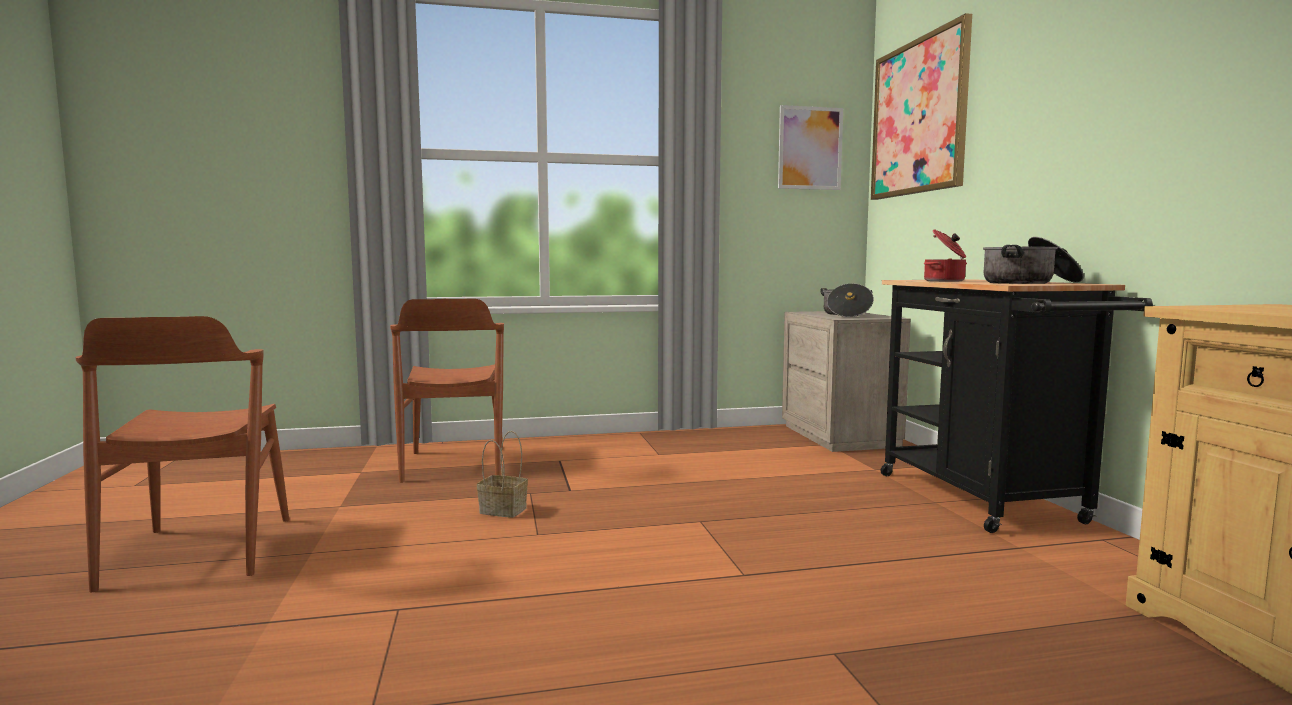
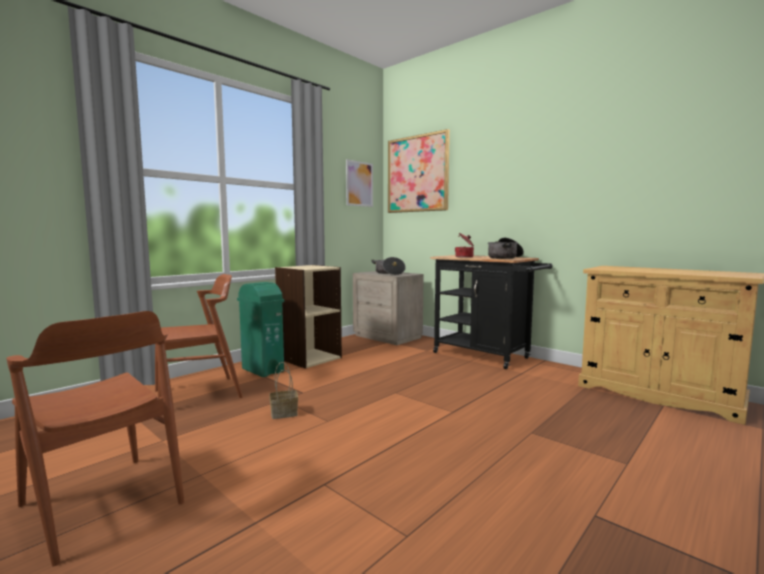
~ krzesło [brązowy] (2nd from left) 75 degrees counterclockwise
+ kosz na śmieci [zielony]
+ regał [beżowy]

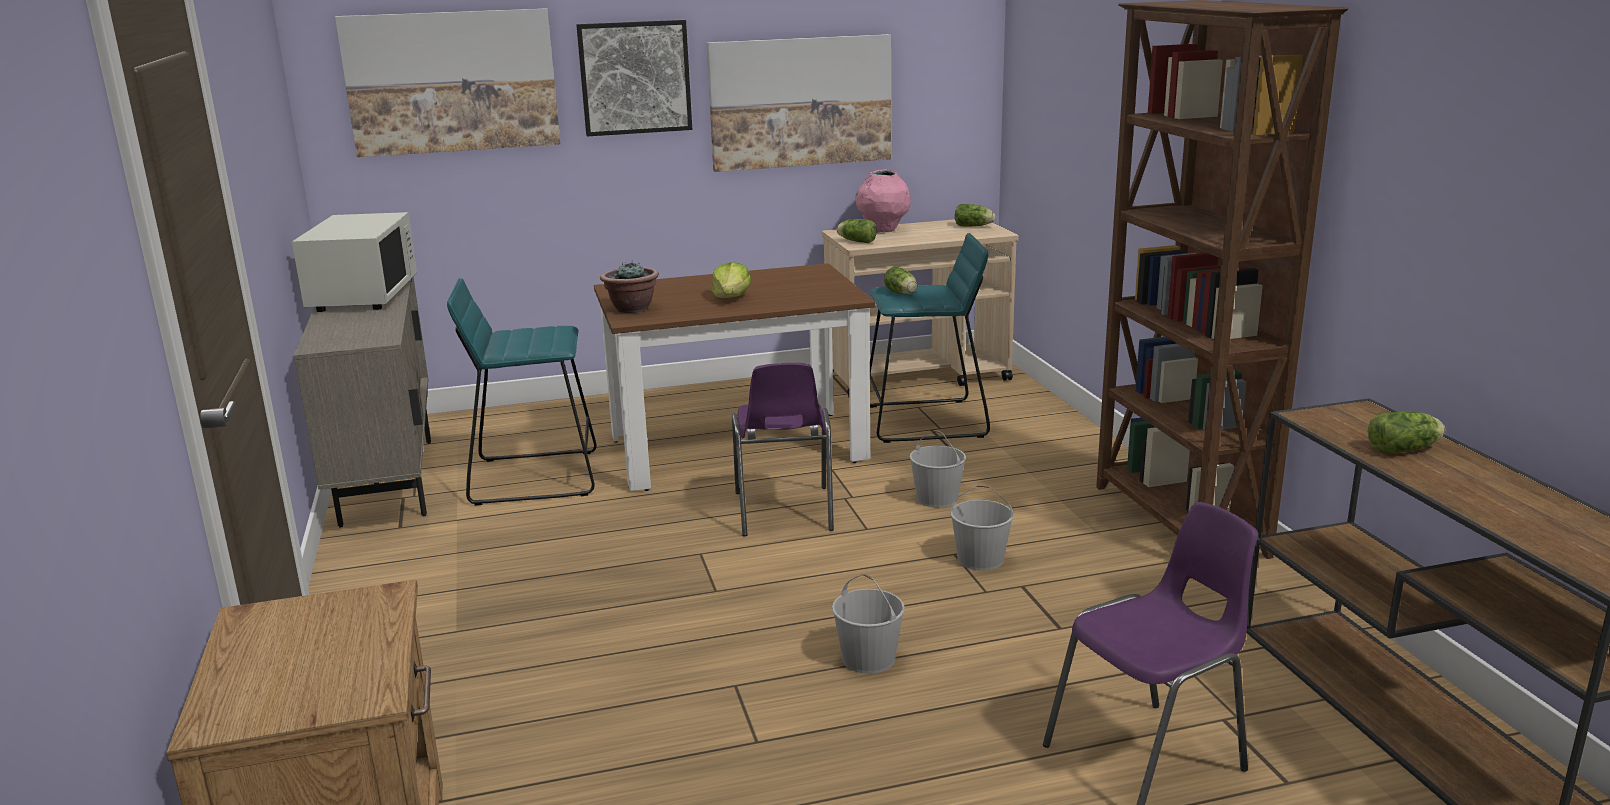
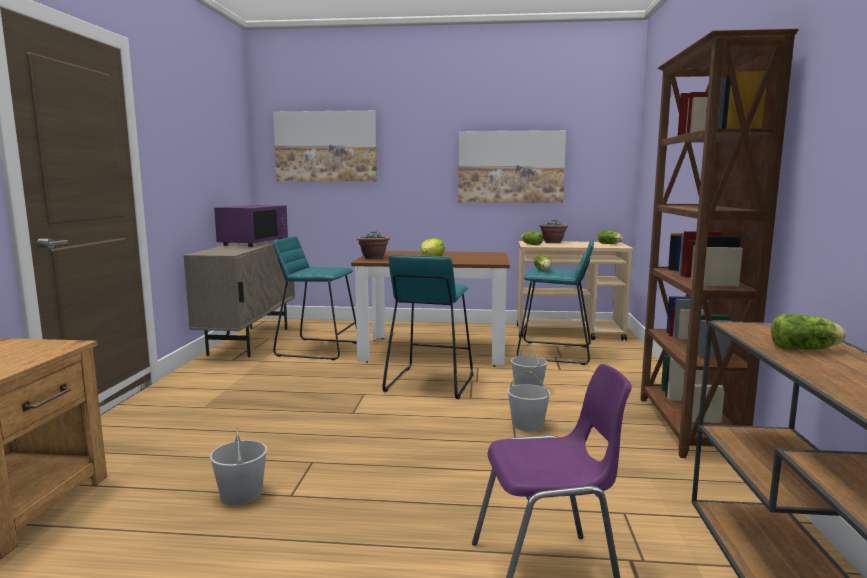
~ mikrofalówka [biały] to mikrofalówka [fioletowy]
- obraz (2nd from left)
~ krzesło [fioletowy] (1st from left) to stołek [turkusowy] (2nd from left)
~ wiadro [biały] (1st from left)
~ wazon [różowy] to roślina doniczkowa (2nd from left)

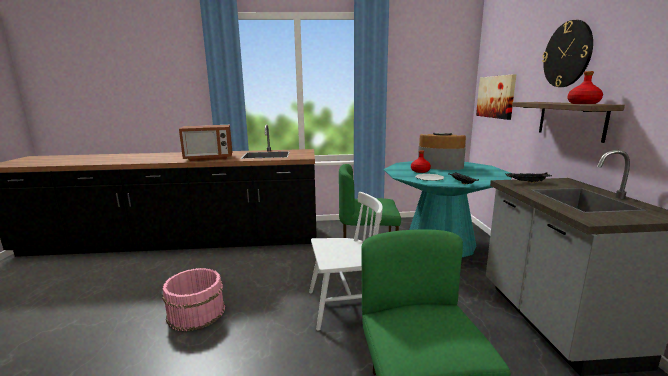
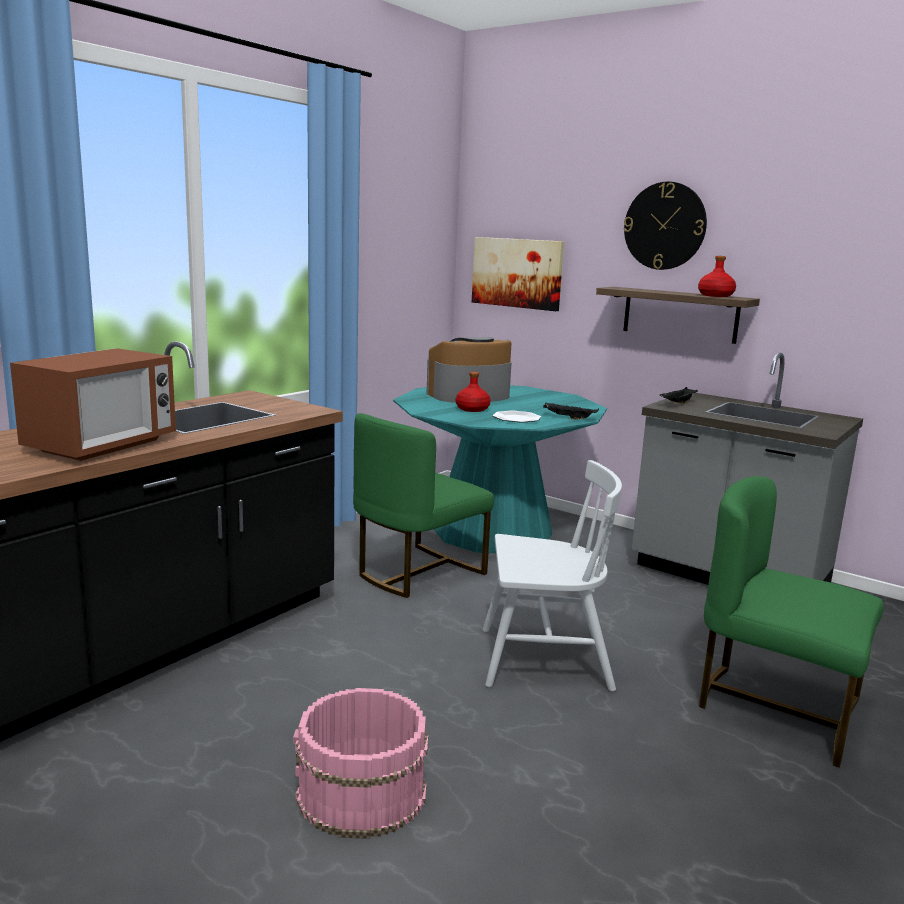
~ krzesło [biały] 60 degrees clockwise

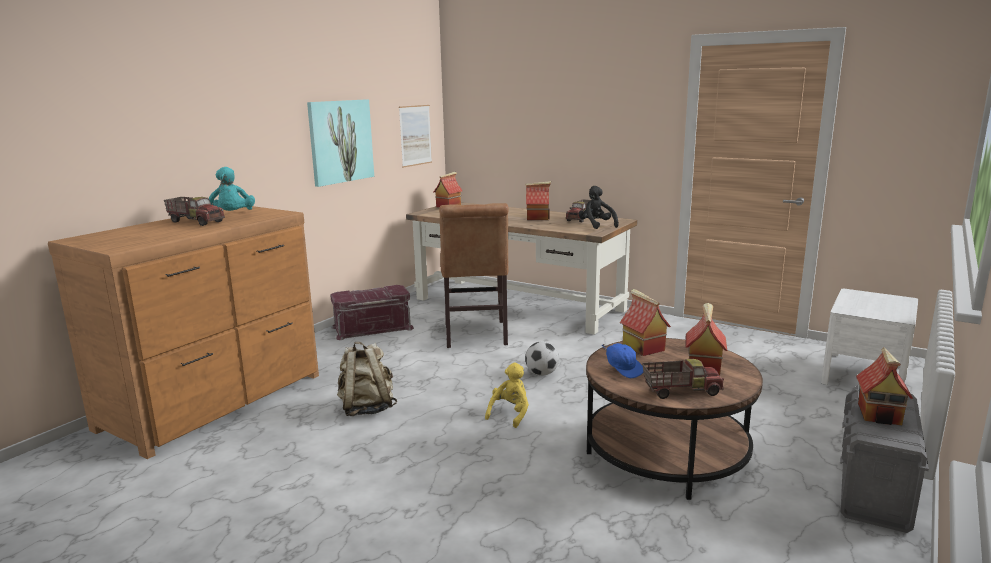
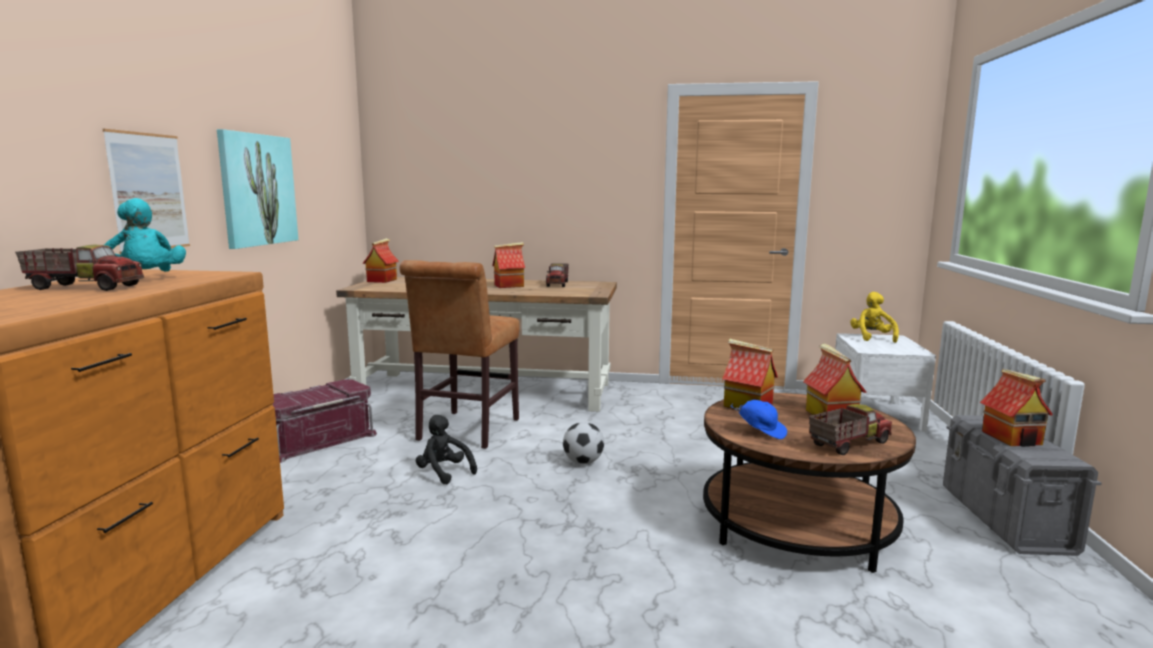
- plecak [beżowy]
~ obraz (2nd from left in the first image) to obraz (1st from left)
~ krzesło [brązowy] 45 degrees clockwise
~ pluszak [żółty]
~ pluszak [czarny]

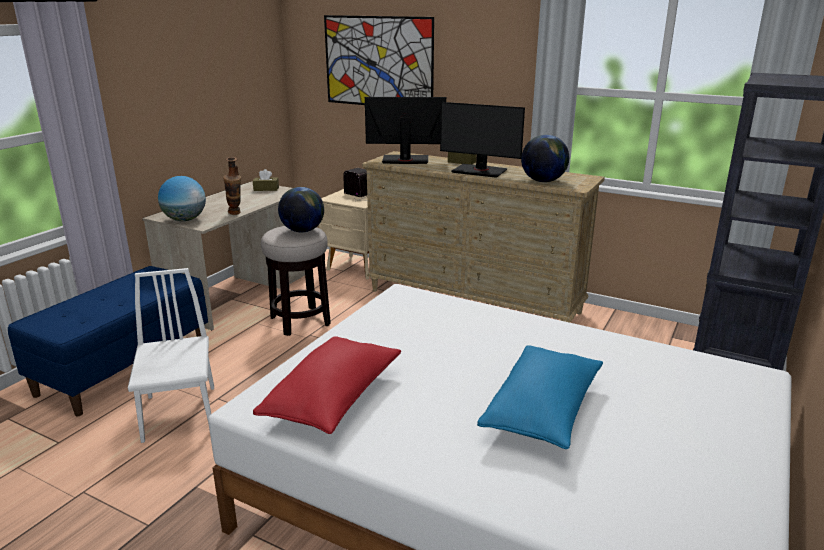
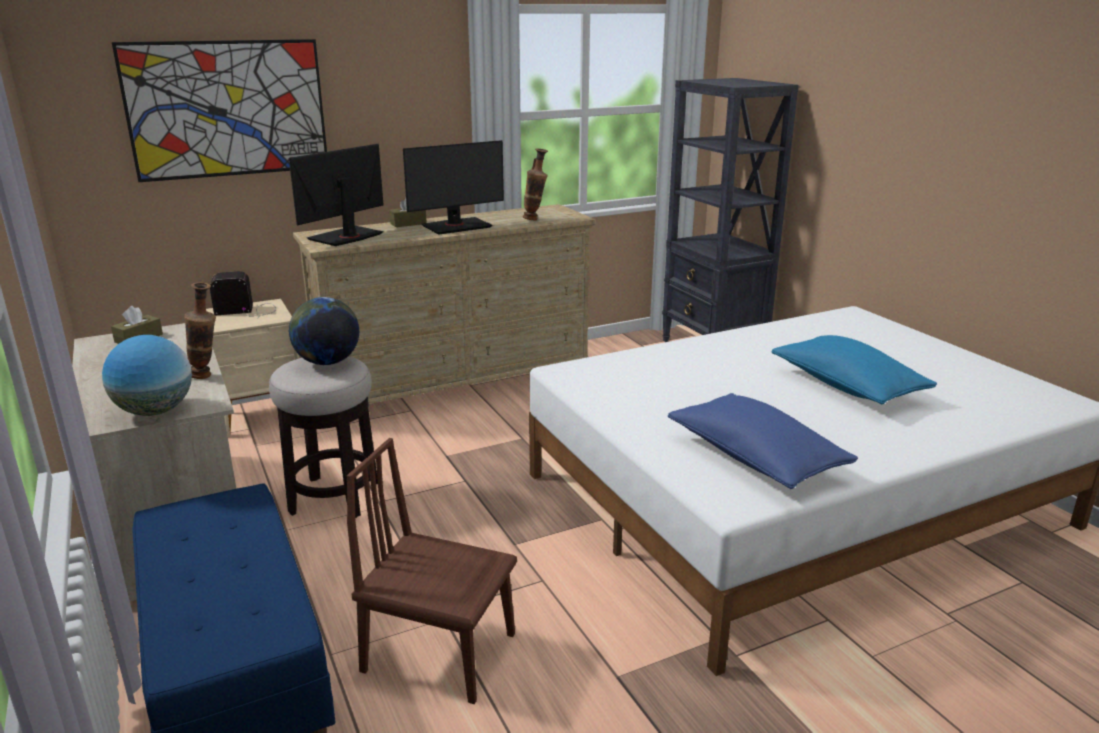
~ krzesło [biały] to krzesło [brązowy]
~ poduszka [czerwony] to poduszka [niebieski] (1st from left)
~ globus (3rd from left) to wazon (2nd from left)

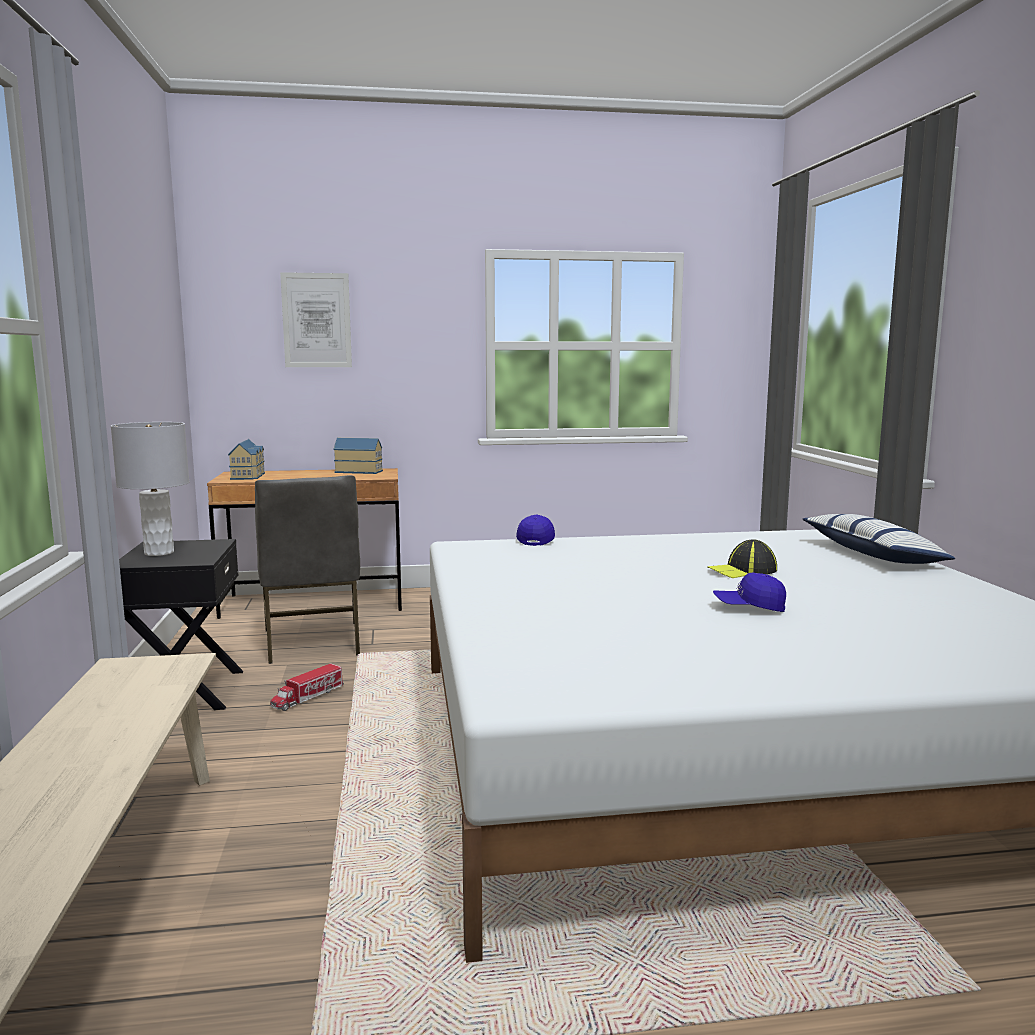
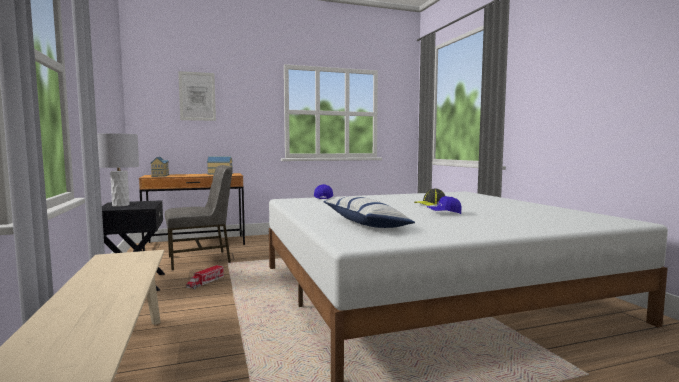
~ krzesło [szary] 90 degrees counterclockwise
~ poduszka

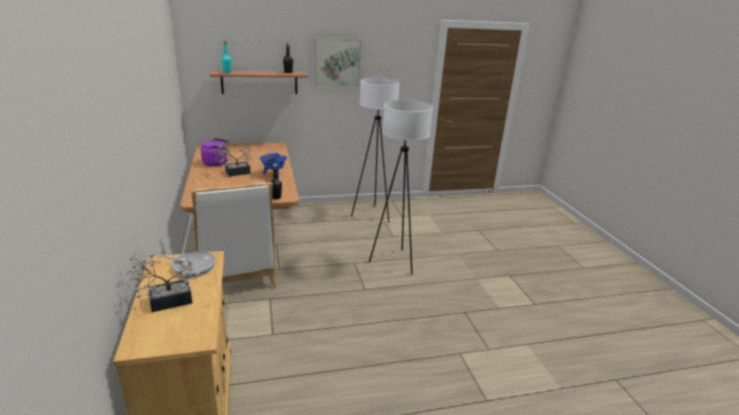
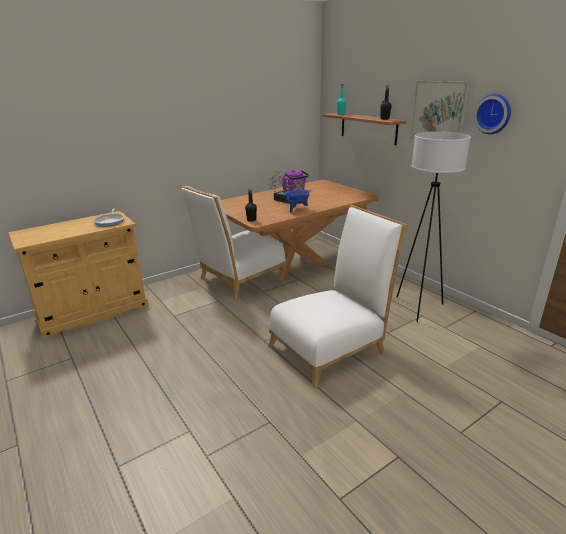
- roślina doniczkowa (1st from left)
~ lampa stojąca [biały] (2nd from left) to krzesło [biały] (2nd from left)
+ zegar ścienny

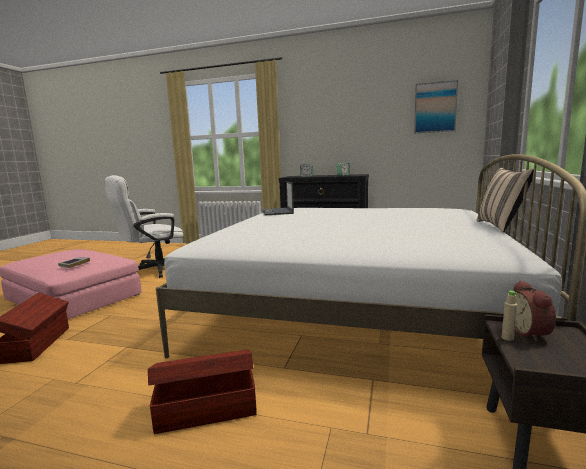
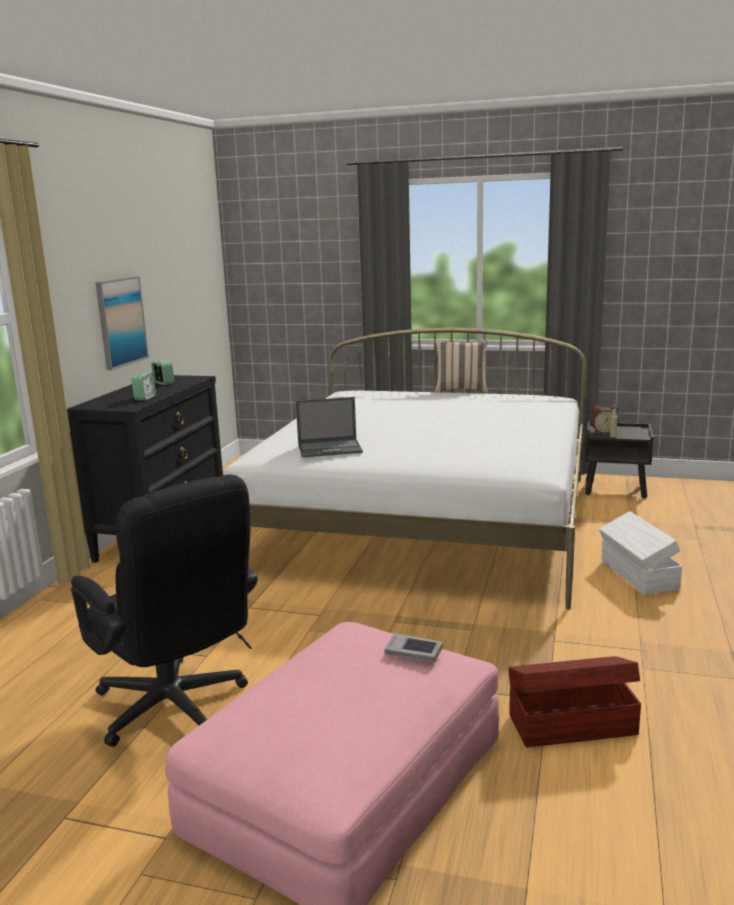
~ krzesło biurowe [biały] to krzesło biurowe [czarny]
~ pojemnik do przechowywania [brązowy] (2nd from left) to pojemnik do przechowywania [biały]
~ obraz

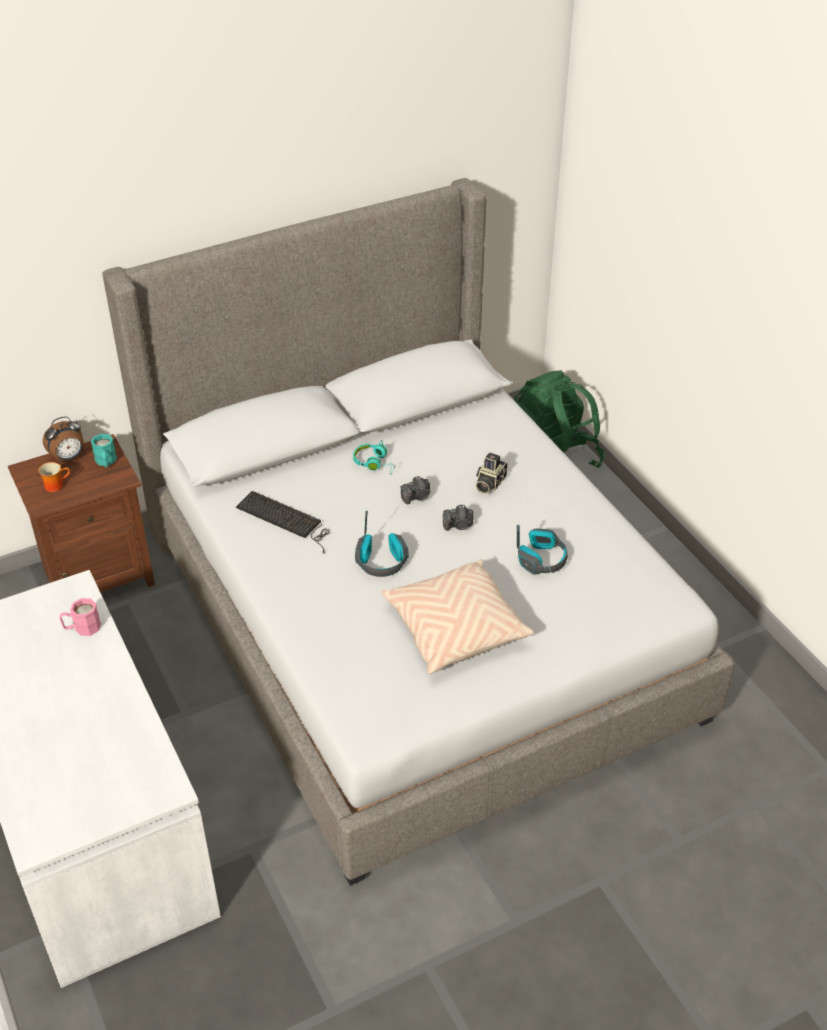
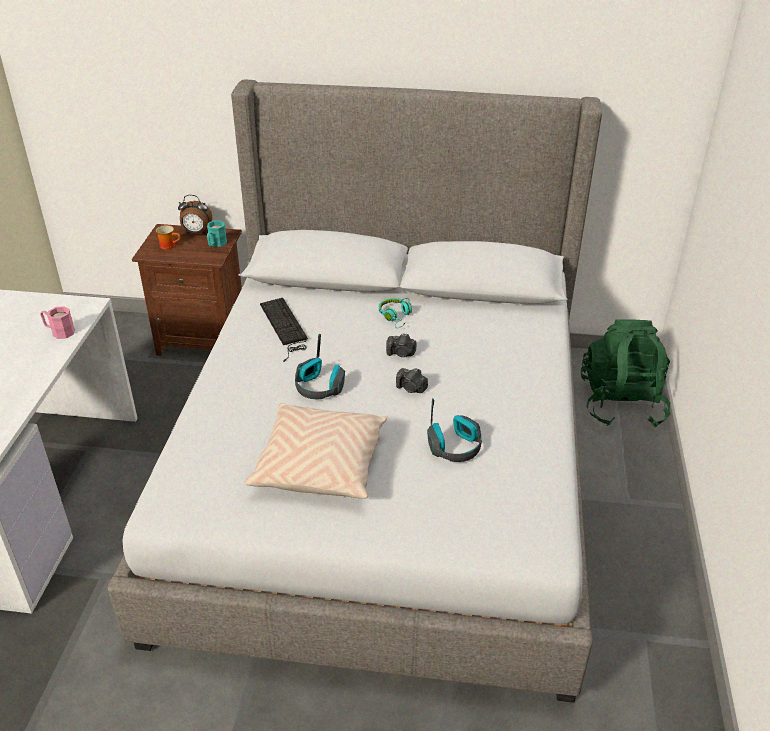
- aparat fotograficzny (3rd from left)

